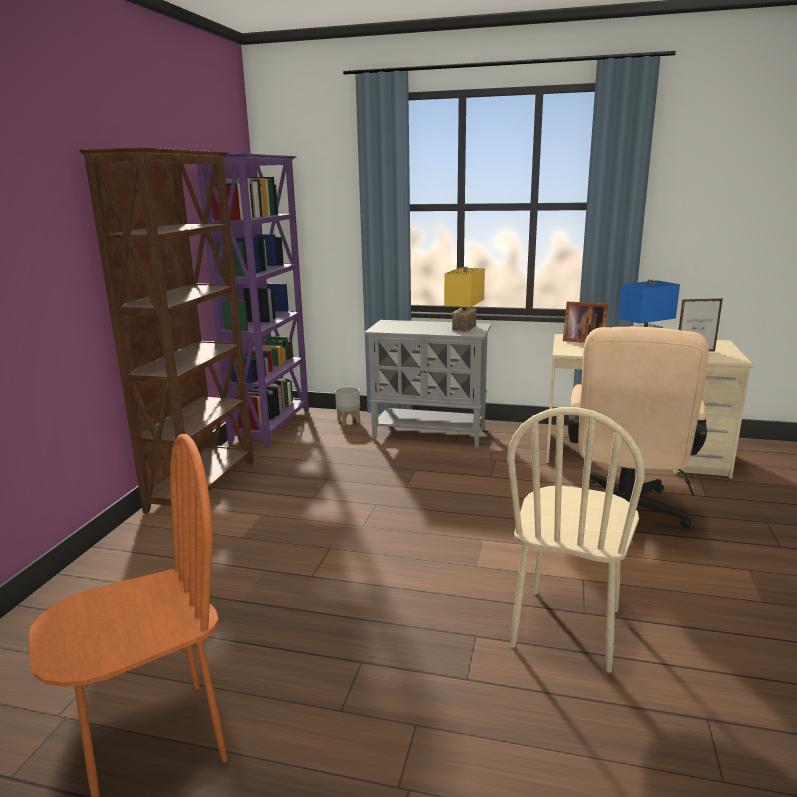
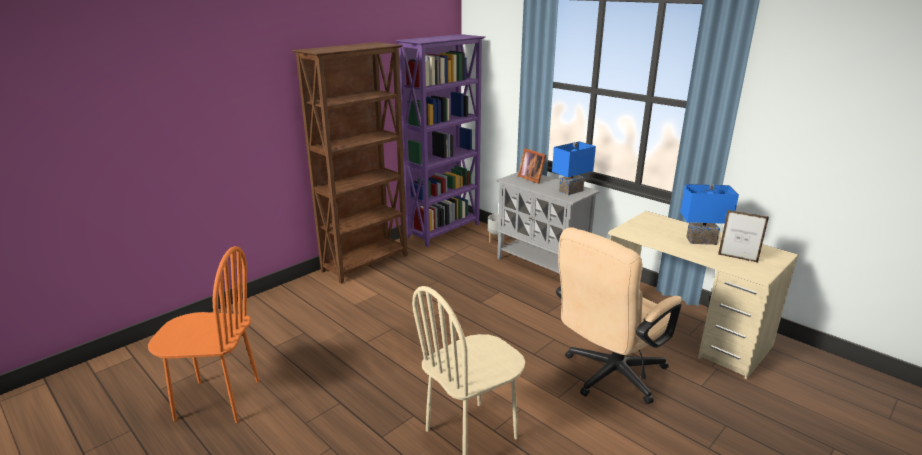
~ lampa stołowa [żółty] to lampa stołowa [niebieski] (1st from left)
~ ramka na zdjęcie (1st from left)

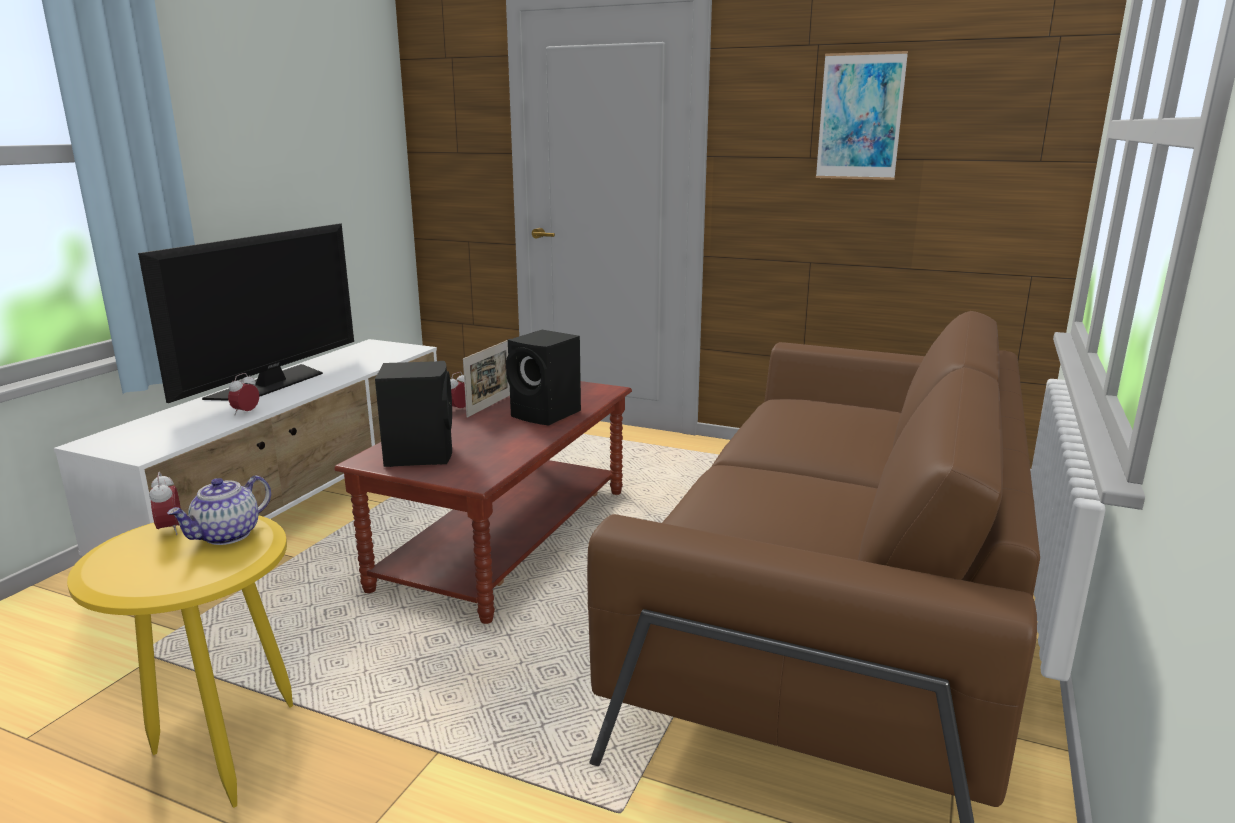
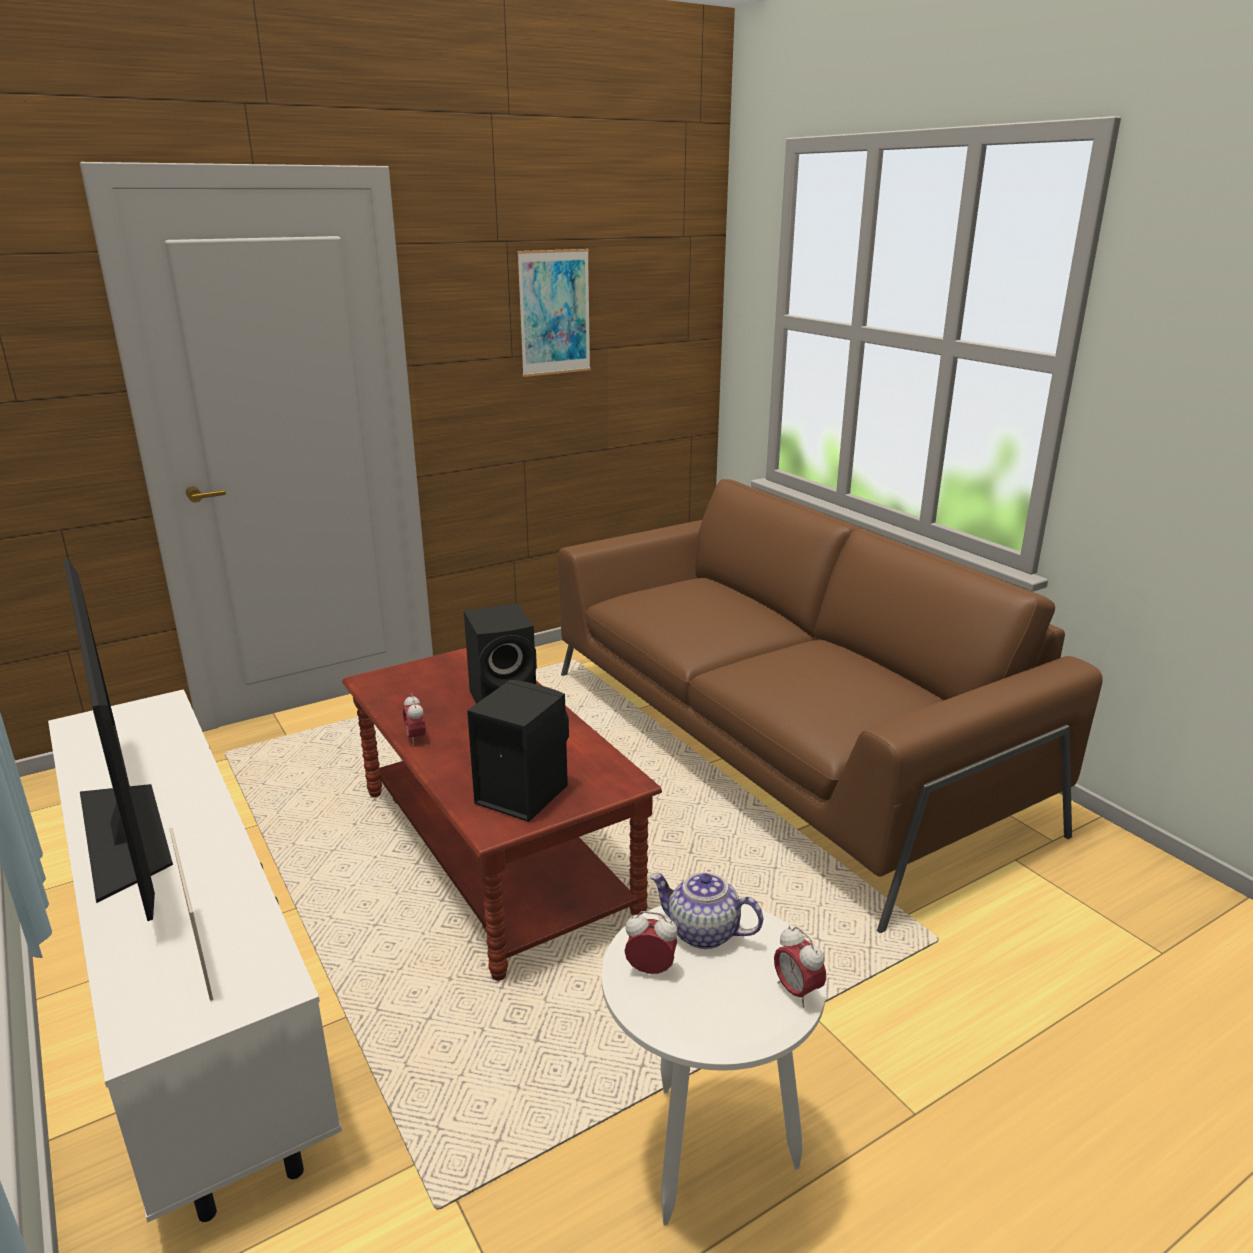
~ stolik [żółty] to stolik [biały]
~ imbryk 135 degrees clockwise
~ budzik (2nd from left in the first image) to budzik (3rd from left)
~ ramka na zdjęcie

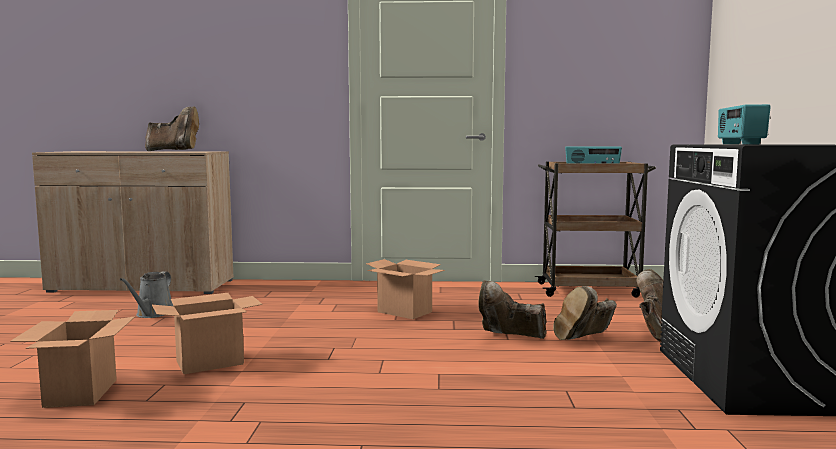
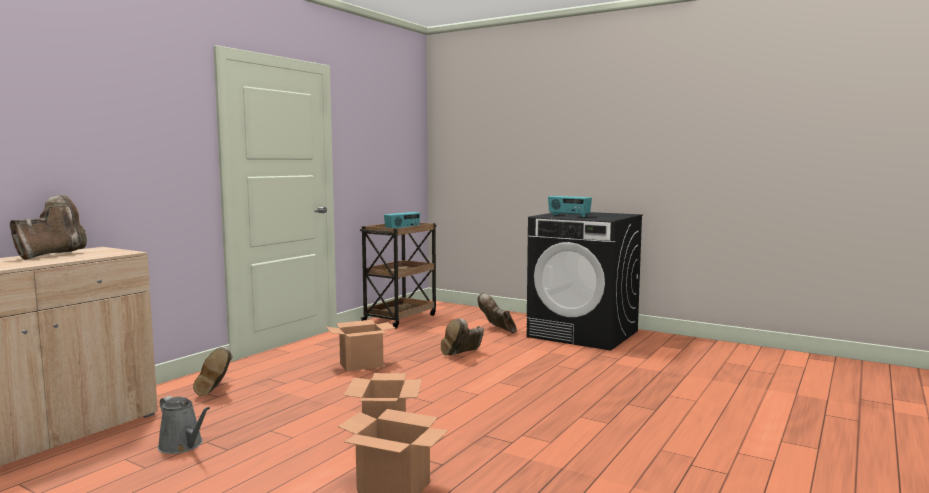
~ but z cholewką [brązowy] (3rd from left in the first image) to but z cholewką [brązowy] (2nd from left)

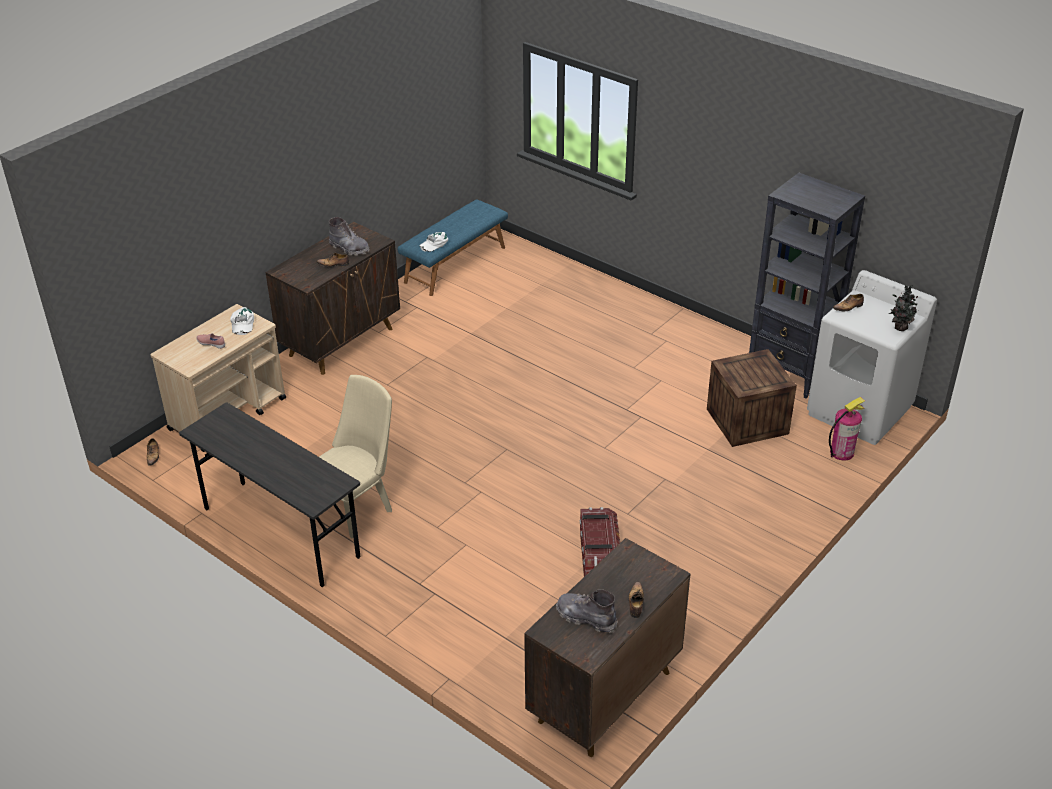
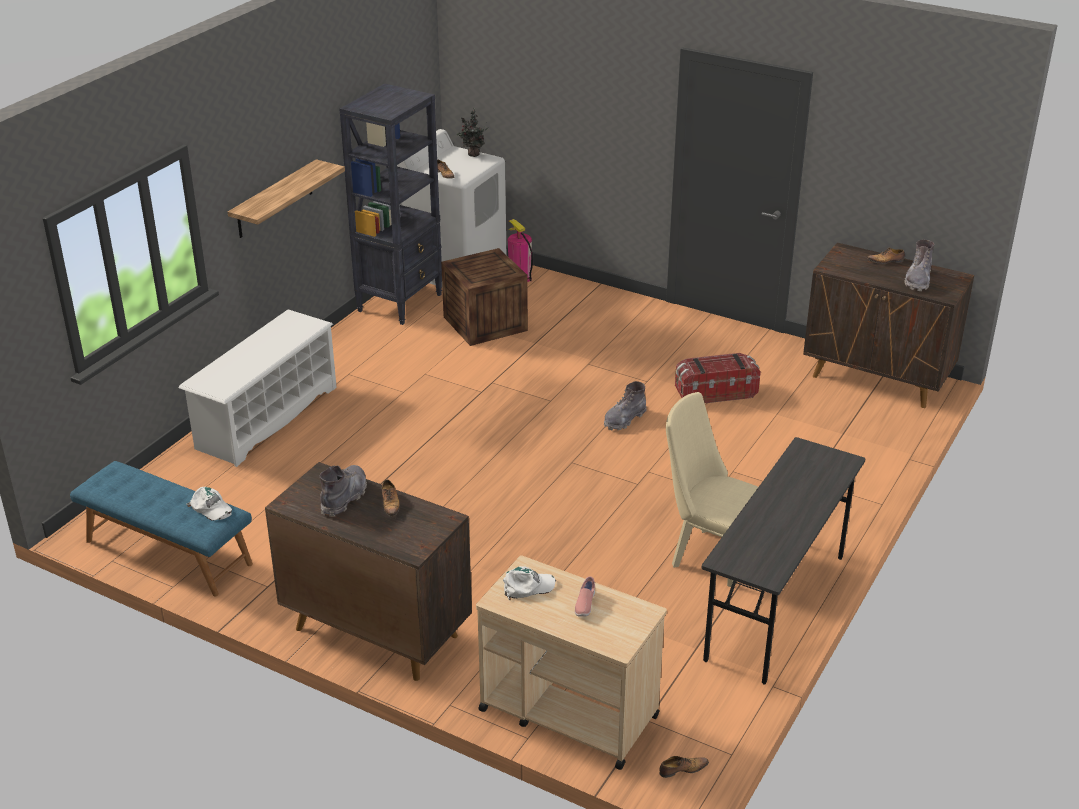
+ regał na buty [biały]
+ półka
+ but z cholewką [szary] (2nd from left)

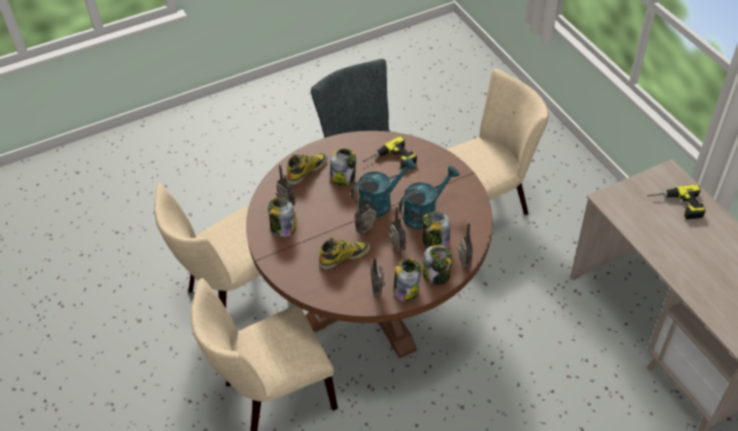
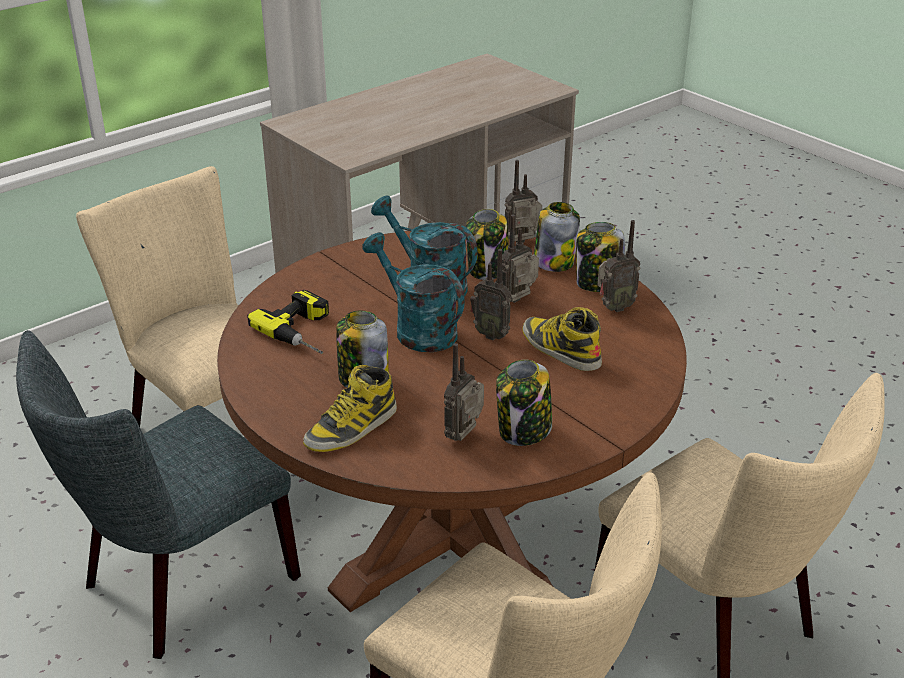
~ but z cholewką (1st from left) 75 degrees counterclockwise
- wiertarka (2nd from left)

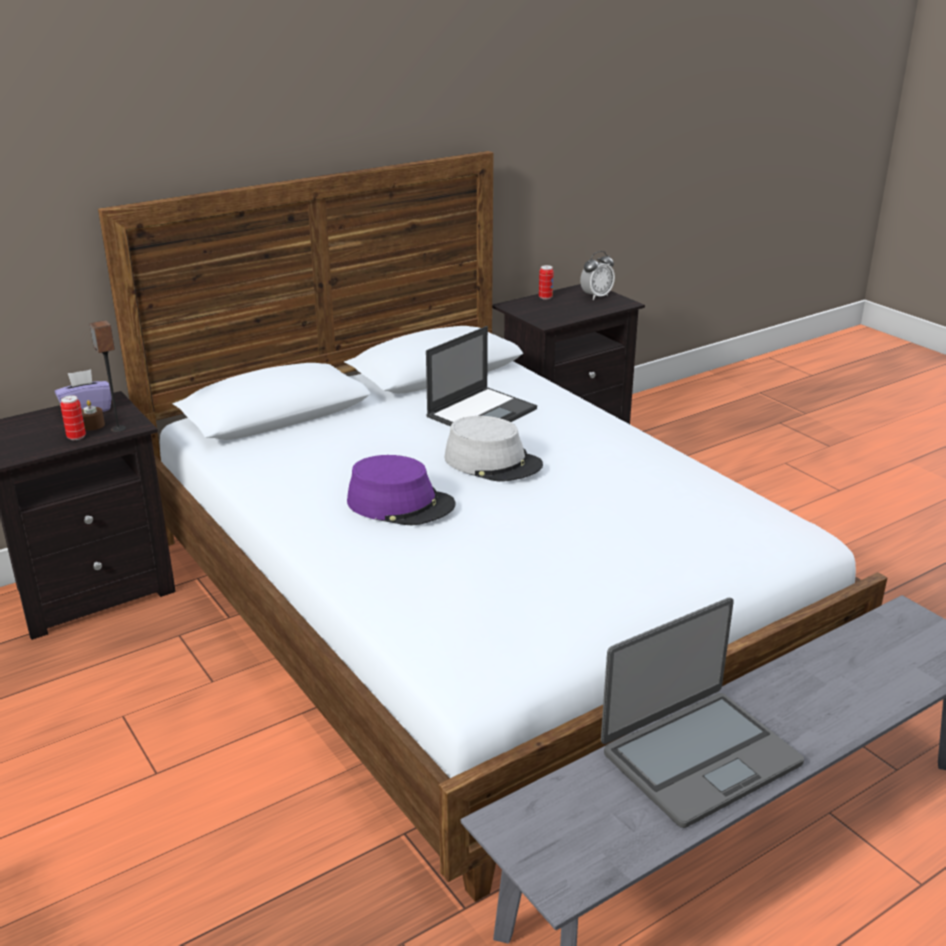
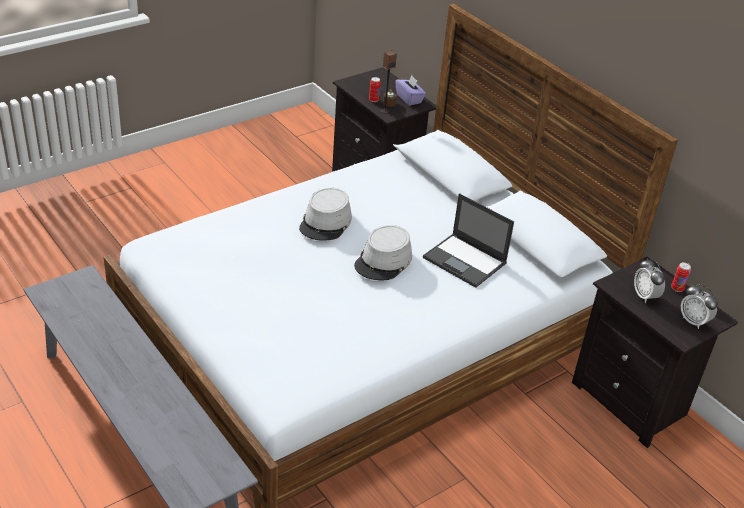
~ kapelusz [fioletowy] to kapelusz [szary] (1st from left)
- laptop (2nd from left)
+ budzik (1st from left)

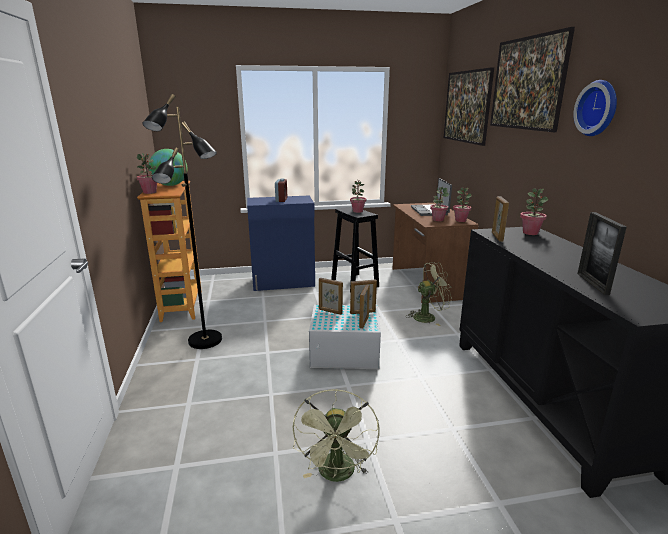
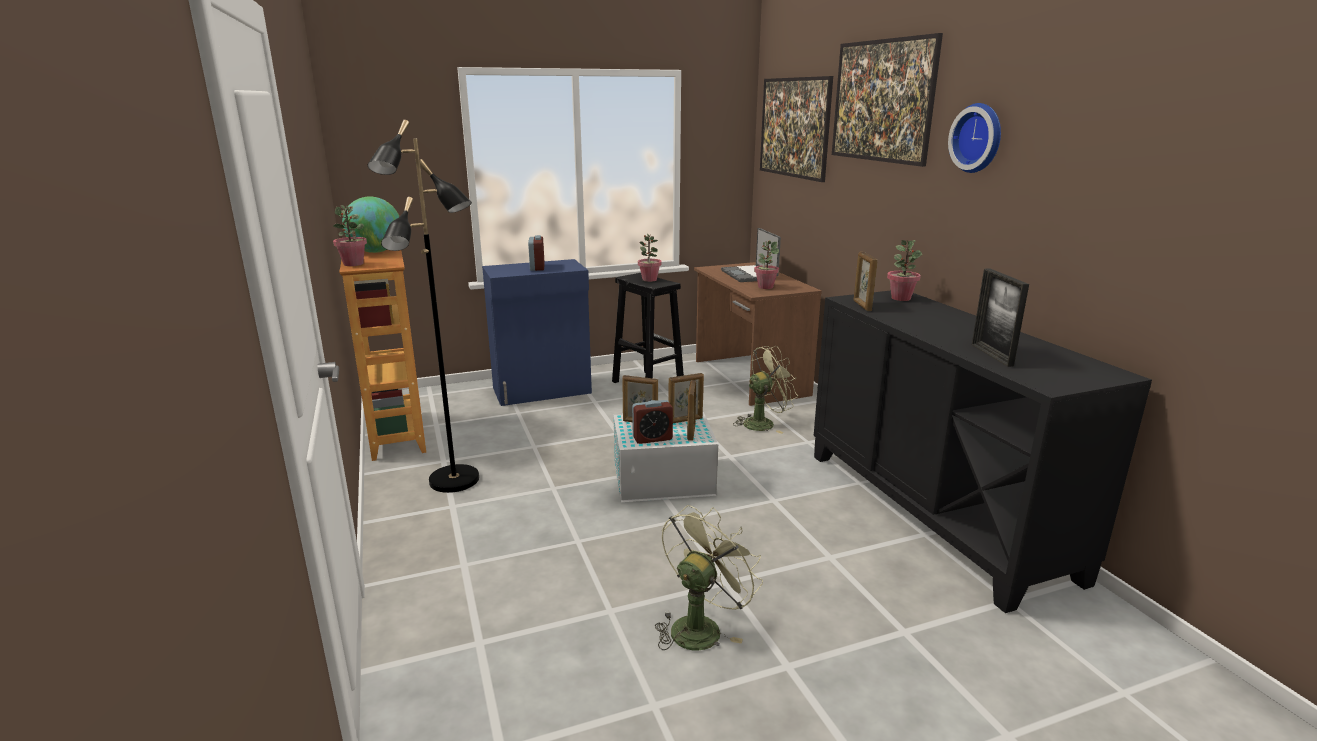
~ wentylator [zielony] (1st from left) 135 degrees counterclockwise
- roślina doniczkowa (4th from left)
+ budzik (2nd from left)

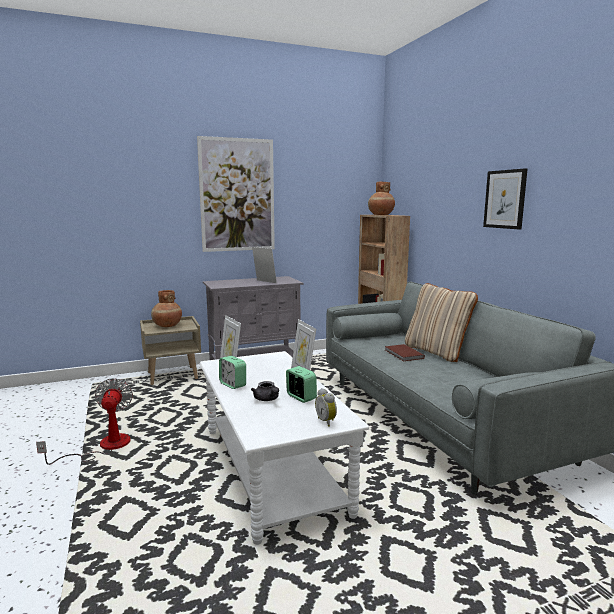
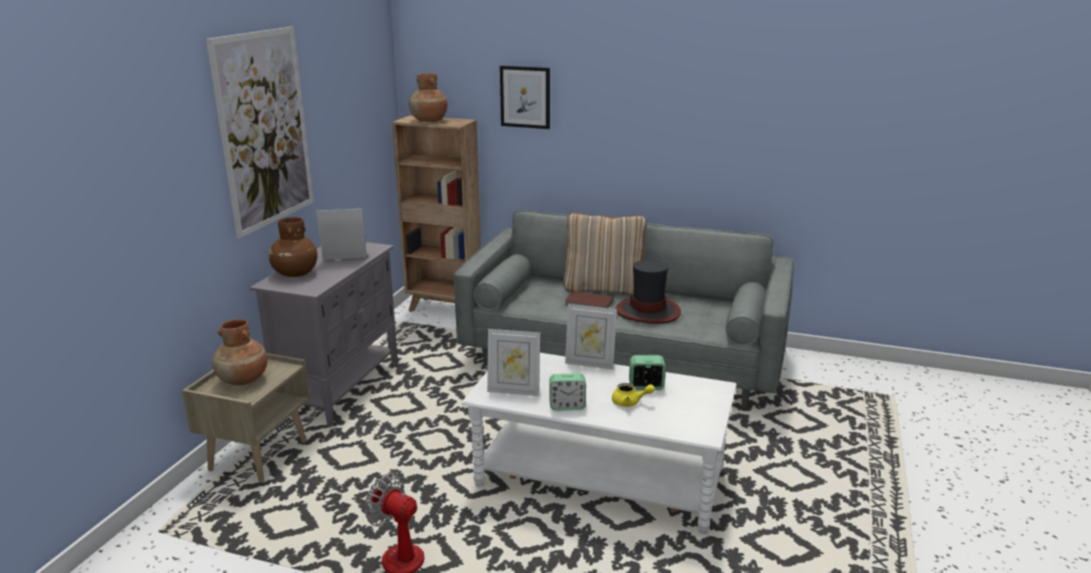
~ imbryk [szary] to imbryk [żółty]
- budzik (3rd from left)
~ obraz (2nd from left)
+ wazon [brązowy] (2nd from left)
+ kapelusz

